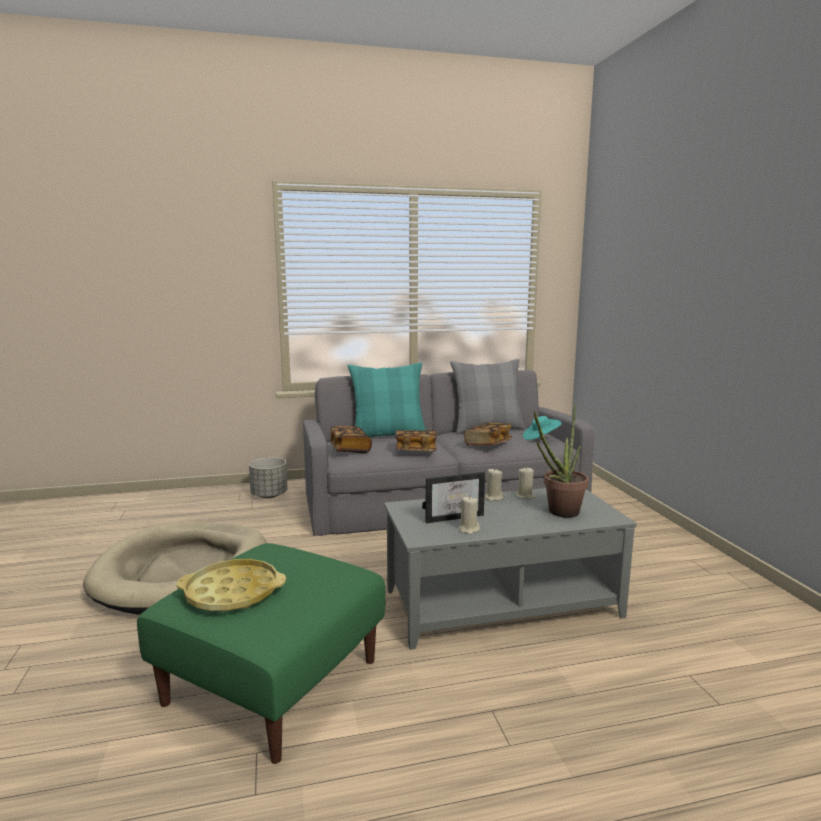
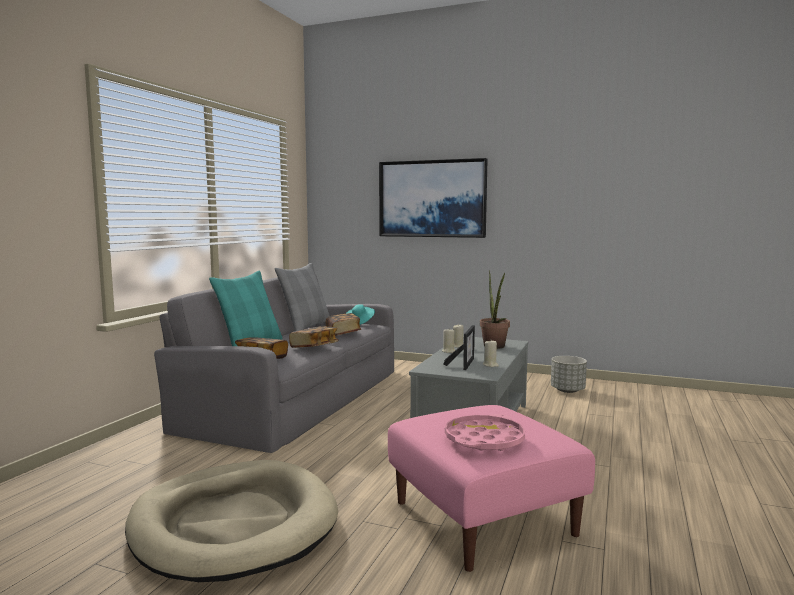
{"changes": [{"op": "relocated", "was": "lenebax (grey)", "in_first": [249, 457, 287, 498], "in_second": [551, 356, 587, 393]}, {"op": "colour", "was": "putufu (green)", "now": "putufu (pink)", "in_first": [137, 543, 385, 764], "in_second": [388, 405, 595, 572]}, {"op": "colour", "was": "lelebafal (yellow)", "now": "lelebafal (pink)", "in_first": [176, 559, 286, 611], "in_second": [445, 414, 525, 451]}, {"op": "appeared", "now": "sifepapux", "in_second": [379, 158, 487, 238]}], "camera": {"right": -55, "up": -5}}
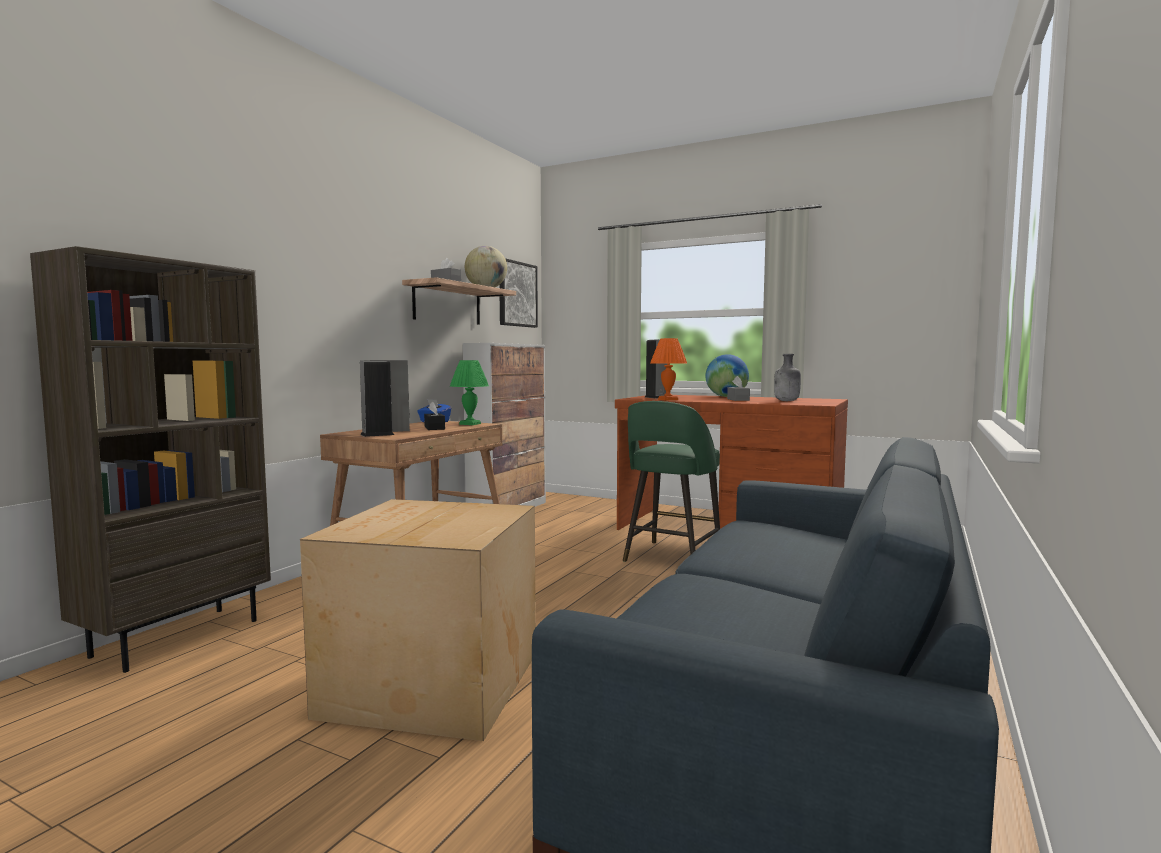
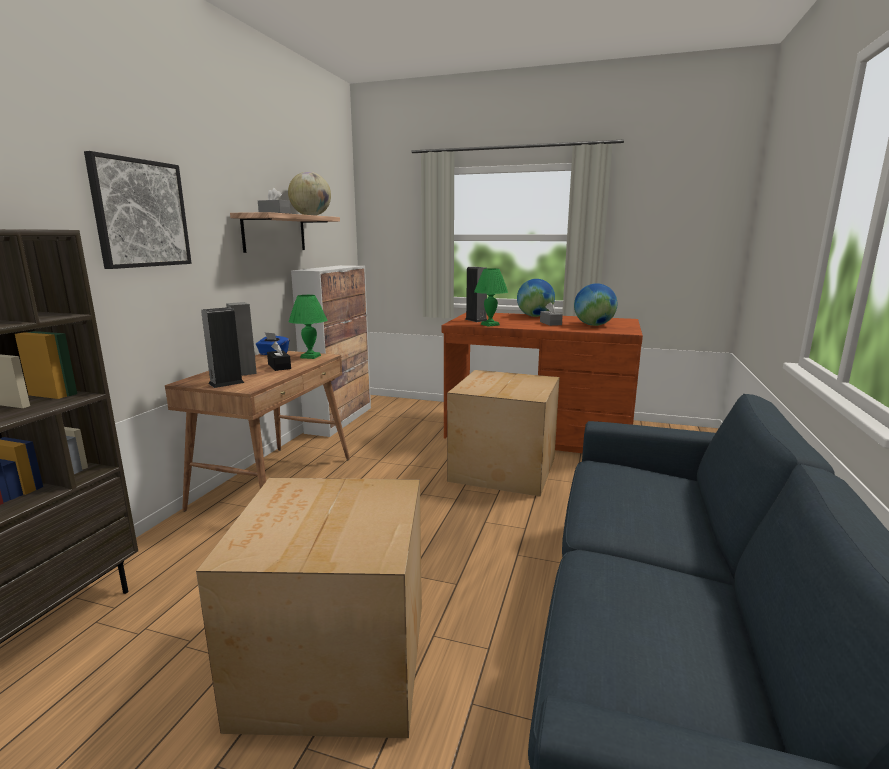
{"changes": [{"op": "relocated", "was": "sifepapux", "in_first": [499, 258, 538, 328], "in_second": [84, 151, 192, 269]}, {"op": "colour", "was": "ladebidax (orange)", "now": "ladebidax (green)", "in_first": [650, 338, 687, 400], "in_second": [474, 268, 508, 327]}, {"op": "exchanged", "was": "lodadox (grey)", "now": "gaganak", "in_first": [774, 354, 801, 401], "in_second": [574, 283, 618, 326]}, {"op": "exchanged", "was": "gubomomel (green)", "now": "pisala", "in_first": [623, 401, 720, 562], "in_second": [447, 370, 560, 496]}], "camera": {"right": -10, "up": 10}}
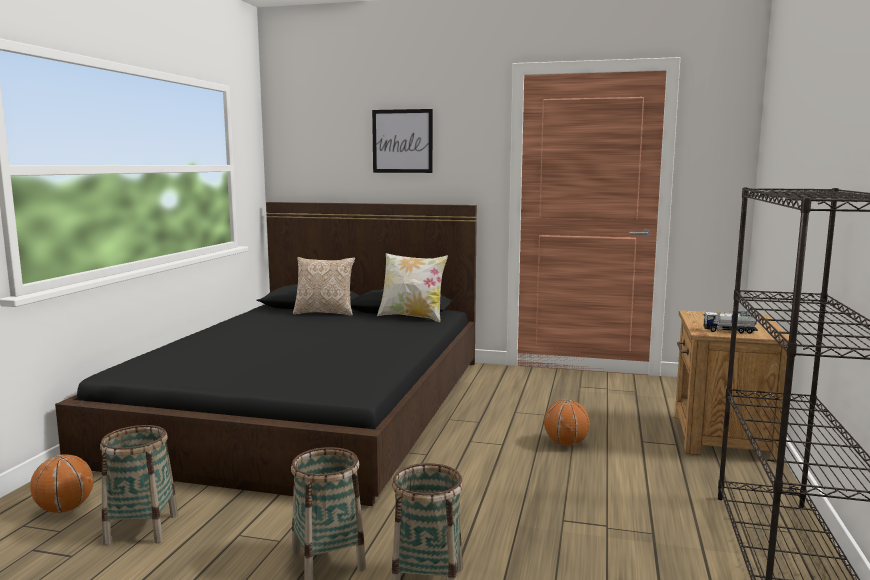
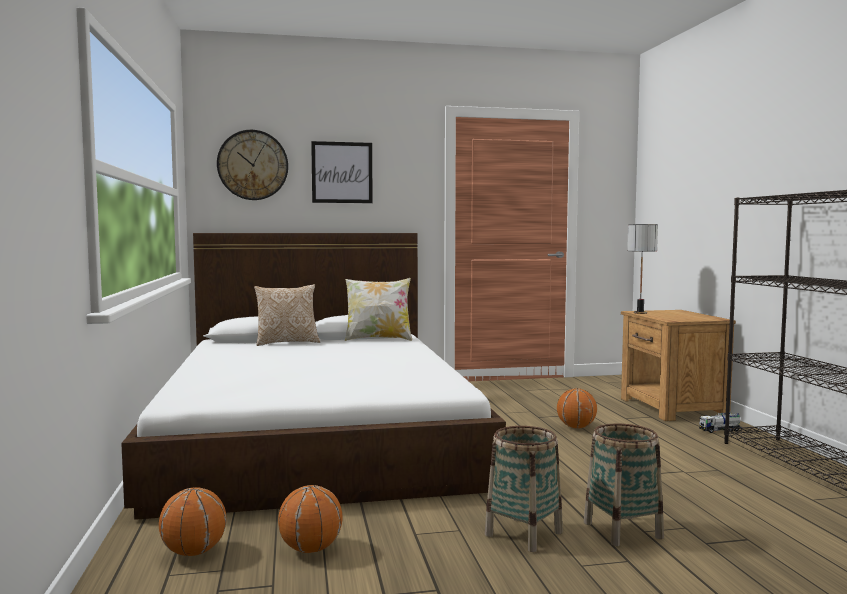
{"changes": [{"op": "colour", "was": "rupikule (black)", "now": "rupikule (white)", "in_first": [55, 202, 477, 506], "in_second": [121, 233, 506, 520]}, {"op": "relocated", "was": "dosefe", "in_first": [703, 311, 758, 334], "in_second": [699, 412, 741, 433]}, {"op": "exchanged", "was": "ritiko", "now": "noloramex", "in_first": [100, 425, 178, 545], "in_second": [278, 485, 343, 553]}, {"op": "appeared", "now": "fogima", "in_second": [217, 130, 288, 200]}, {"op": "appeared", "now": "ladebidax", "in_second": [627, 224, 658, 314]}], "camera": {"right": -25, "up": -5}}
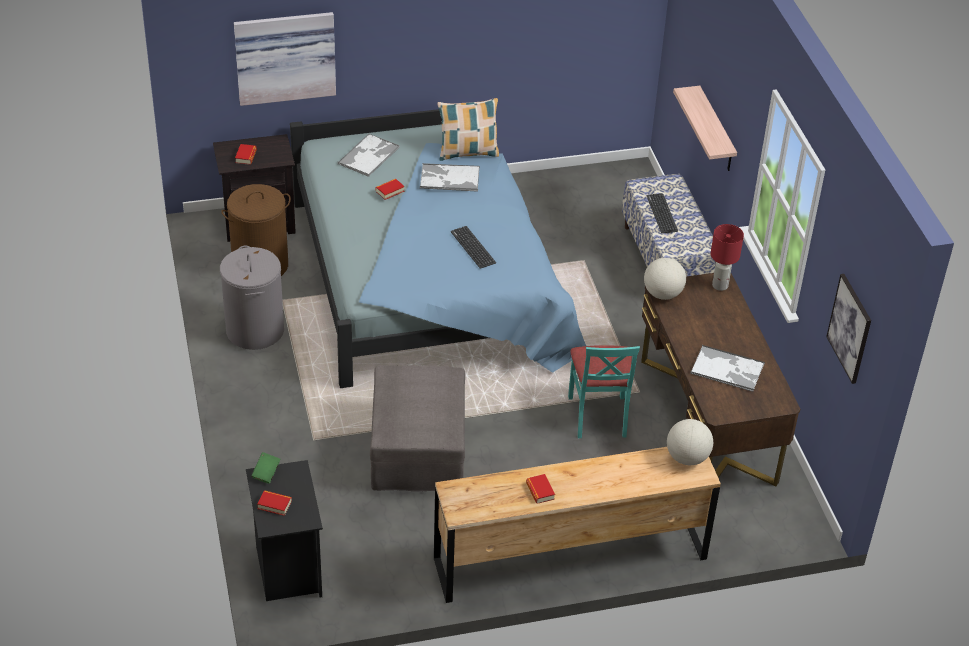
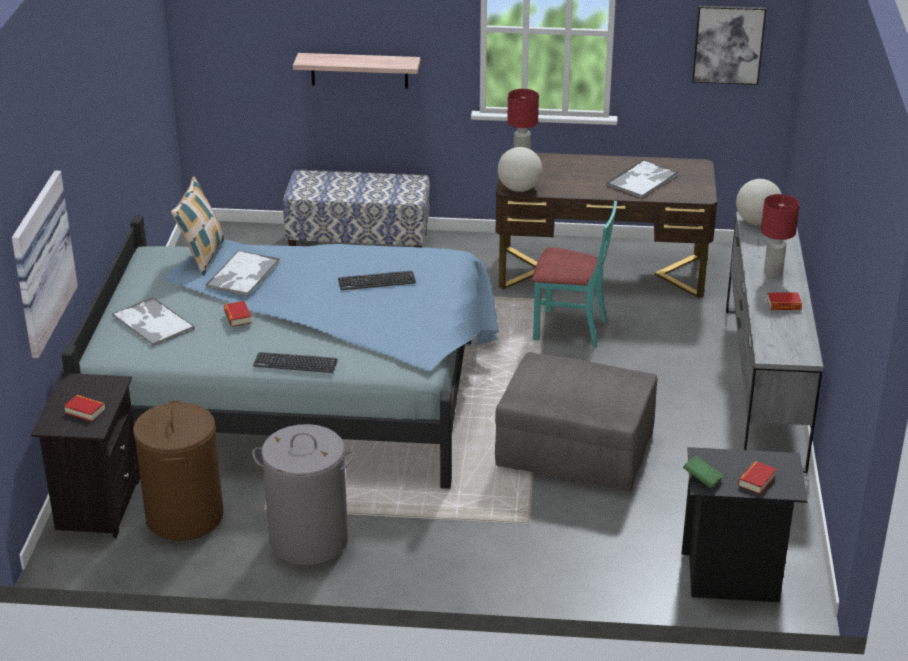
{"changes": [{"op": "relocated", "was": "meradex", "in_first": [647, 193, 678, 233], "in_second": [253, 352, 338, 373]}, {"op": "colour", "was": "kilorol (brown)", "now": "kilorol (grey)", "in_first": [434, 447, 721, 603], "in_second": [726, 212, 823, 473]}, {"op": "appeared", "now": "ladebidax (red)", "in_second": [761, 194, 800, 277]}], "camera": {"right": -70, "up": -10}}
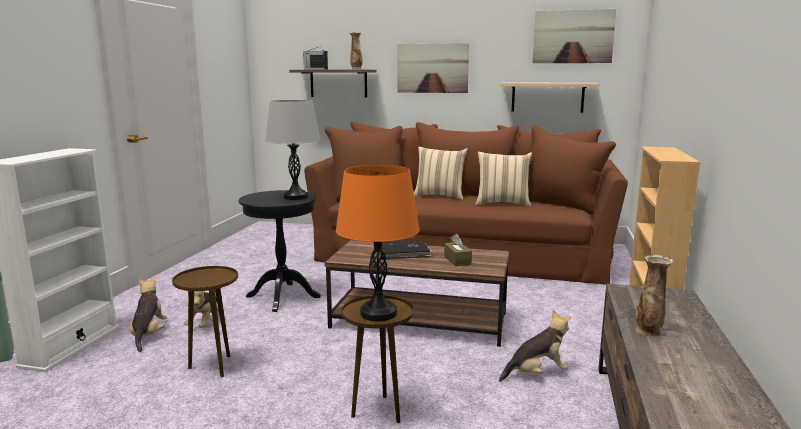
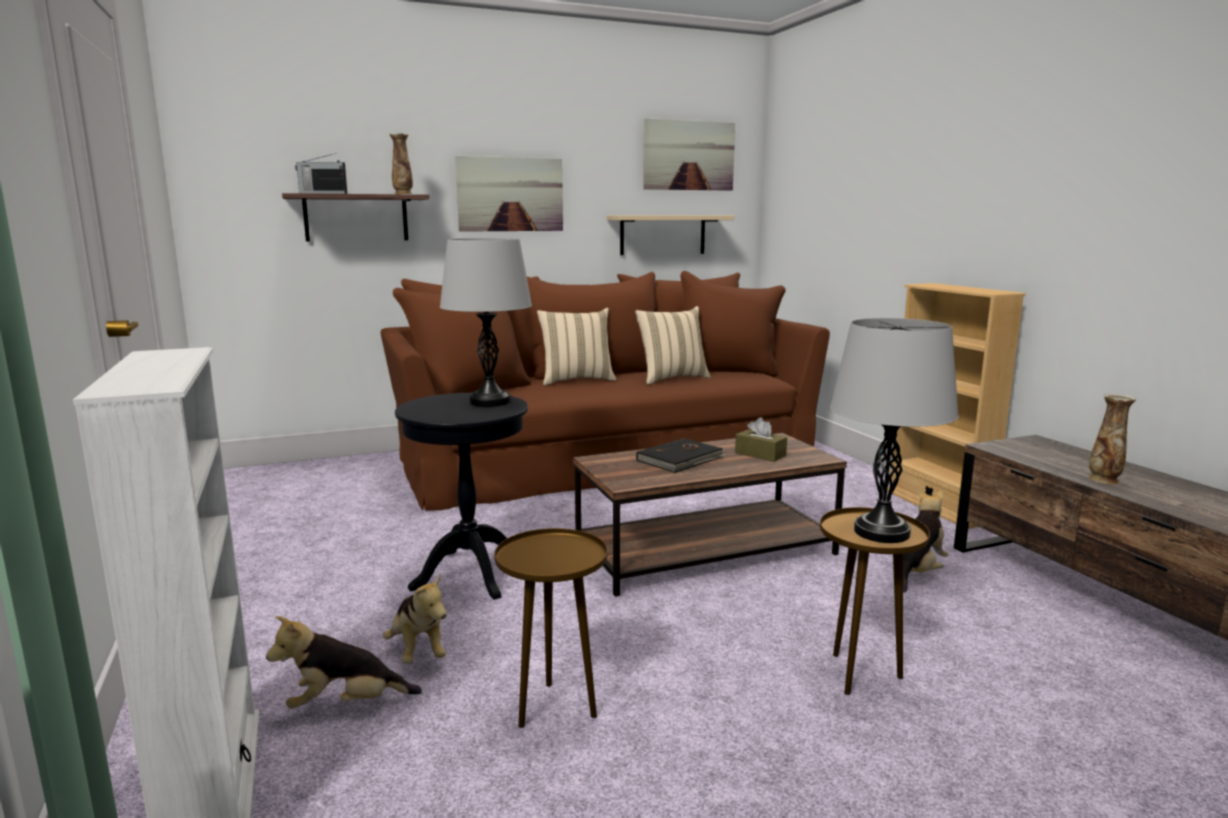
{"changes": [{"op": "colour", "was": "ladebidax (orange)", "now": "ladebidax (grey)", "in_first": [336, 165, 420, 321], "in_second": [830, 318, 959, 543]}, {"op": "spun", "was": "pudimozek", "in_first": [130, 276, 167, 352], "in_second": [266, 616, 422, 709], "clockwise": -60}], "camera": {"right": -35, "up": 0}}
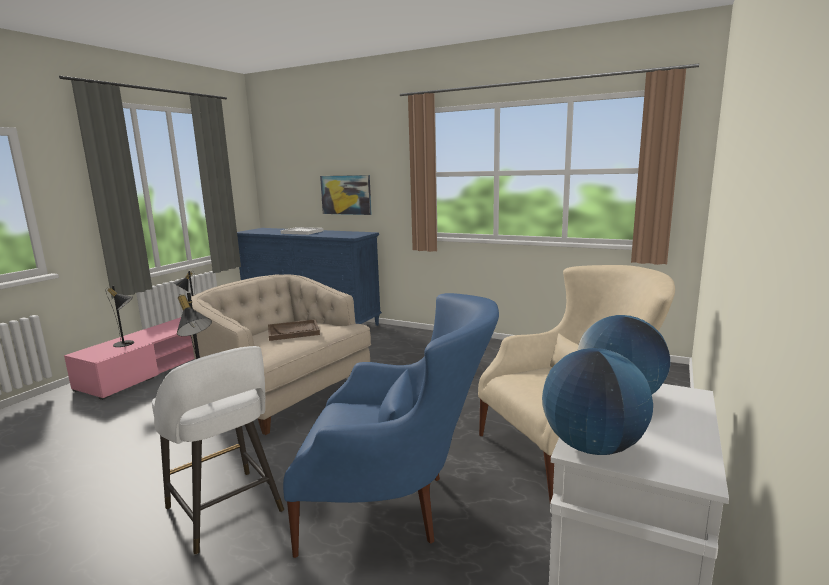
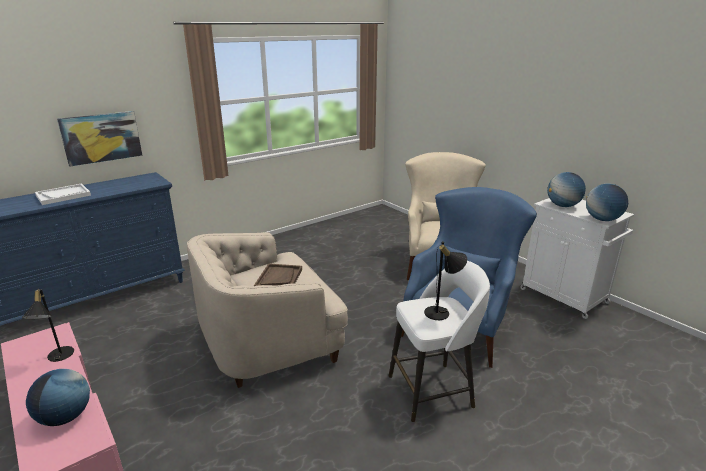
{"changes": [{"op": "exchanged", "was": "ladebidax (black)", "now": "gaganak", "in_first": [106, 286, 134, 347], "in_second": [26, 369, 90, 426]}], "camera": {"right": -65, "up": 10}}
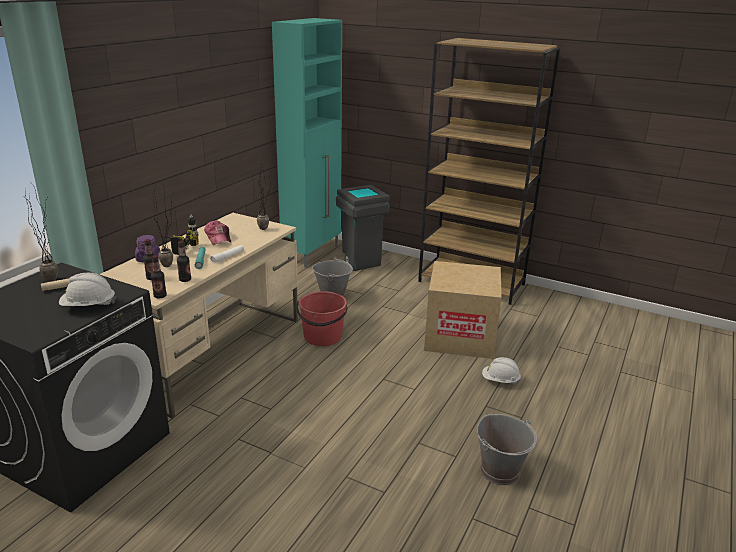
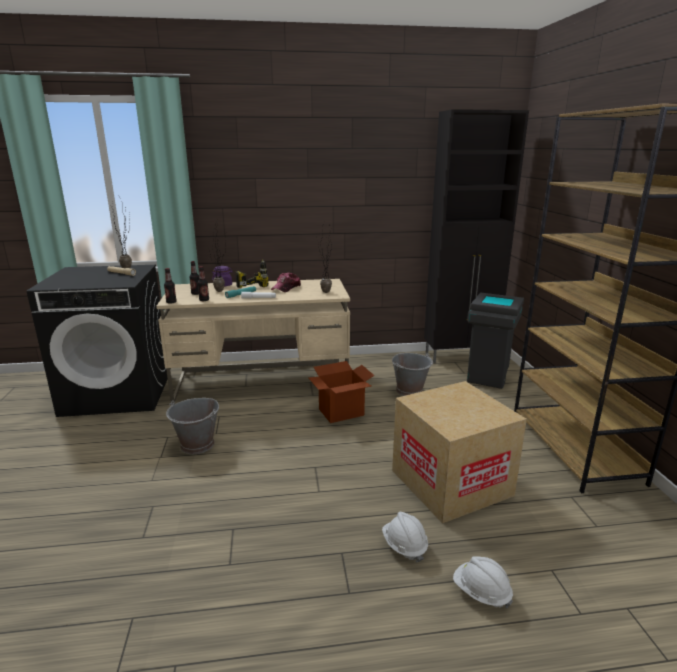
{"changes": [{"op": "colour", "was": "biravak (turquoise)", "now": "biravak (black)", "in_first": [272, 18, 342, 268], "in_second": [424, 109, 529, 363]}, {"op": "relocated", "was": "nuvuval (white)", "in_first": [59, 273, 116, 306], "in_second": [453, 556, 513, 608]}, {"op": "exchanged", "was": "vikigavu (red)", "now": "pisala", "in_first": [296, 291, 348, 346], "in_second": [309, 361, 374, 423]}, {"op": "relocated", "was": "vikigavu (grey)", "in_first": [477, 414, 537, 485], "in_second": [166, 398, 219, 454]}], "camera": {"right": 55, "up": -5}}
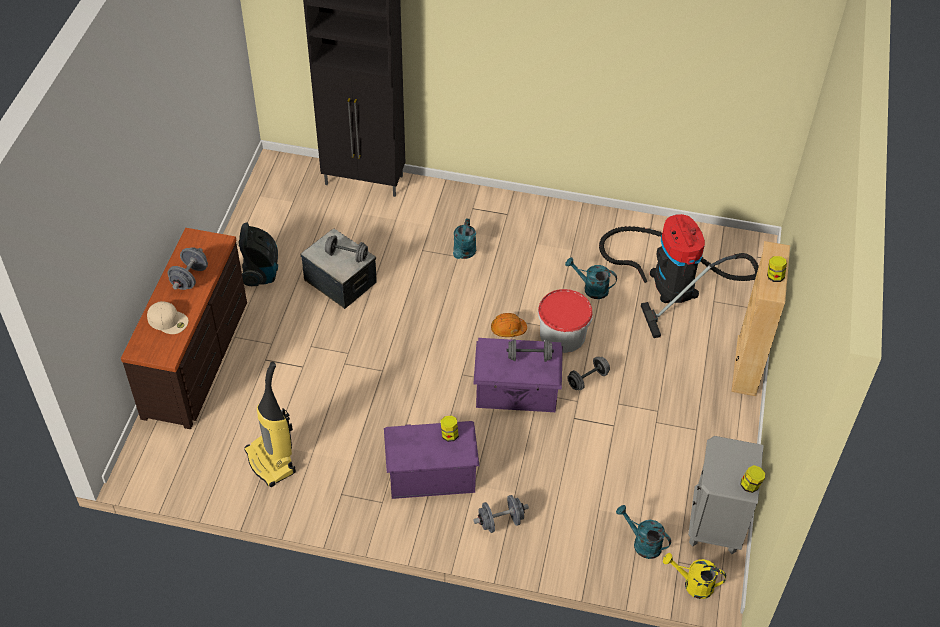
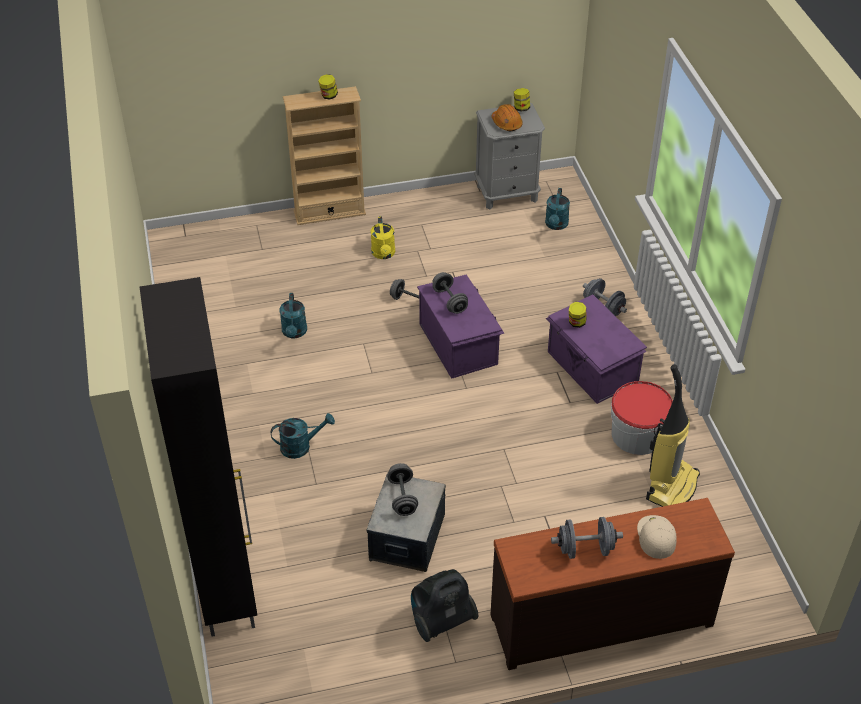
{"changes": [{"op": "missing", "was": "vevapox", "in_first": [599, 214, 759, 338]}, {"op": "relocated", "was": "vikigavu", "in_first": [538, 289, 593, 353], "in_second": [611, 381, 673, 455]}, {"op": "relocated", "was": "nuvuval (orange)", "in_first": [491, 313, 527, 337], "in_second": [492, 104, 523, 131]}, {"op": "relocated", "was": "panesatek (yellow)", "in_first": [663, 553, 726, 599], "in_second": [371, 216, 395, 259]}], "camera": {"right": -115, "up": -5}}
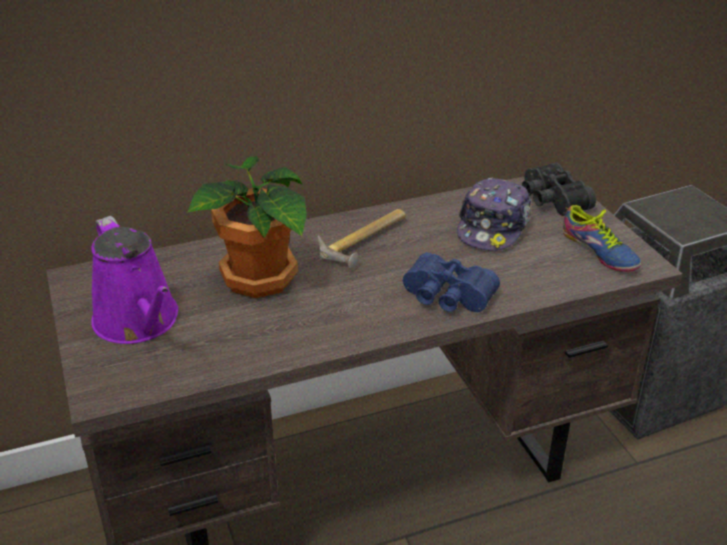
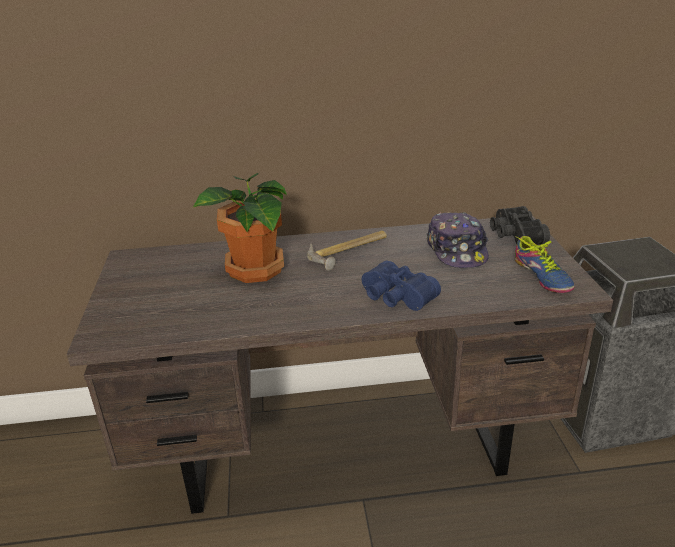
{"changes": [{"op": "spun", "was": "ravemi", "in_first": [457, 177, 531, 251], "in_second": [426, 212, 489, 268], "clockwise": -45}, {"op": "missing", "was": "panesatek (purple)", "in_first": [91, 216, 178, 344]}], "camera": {"right": 15, "up": -5}}
